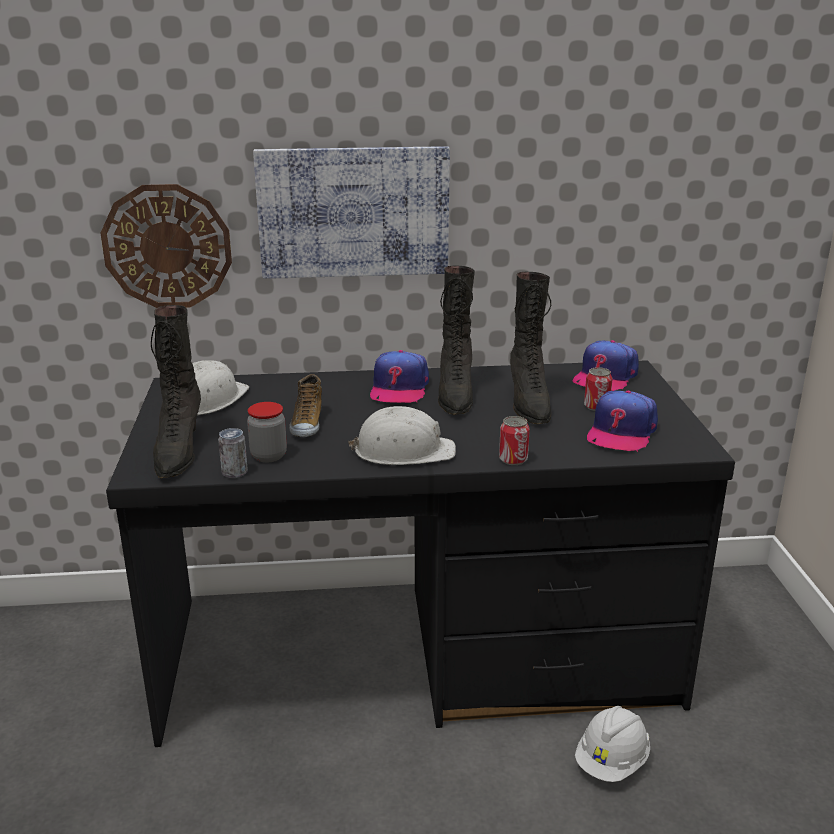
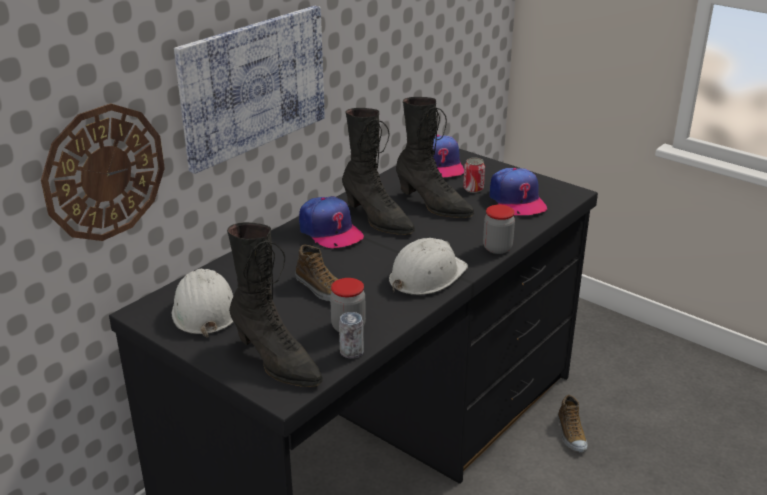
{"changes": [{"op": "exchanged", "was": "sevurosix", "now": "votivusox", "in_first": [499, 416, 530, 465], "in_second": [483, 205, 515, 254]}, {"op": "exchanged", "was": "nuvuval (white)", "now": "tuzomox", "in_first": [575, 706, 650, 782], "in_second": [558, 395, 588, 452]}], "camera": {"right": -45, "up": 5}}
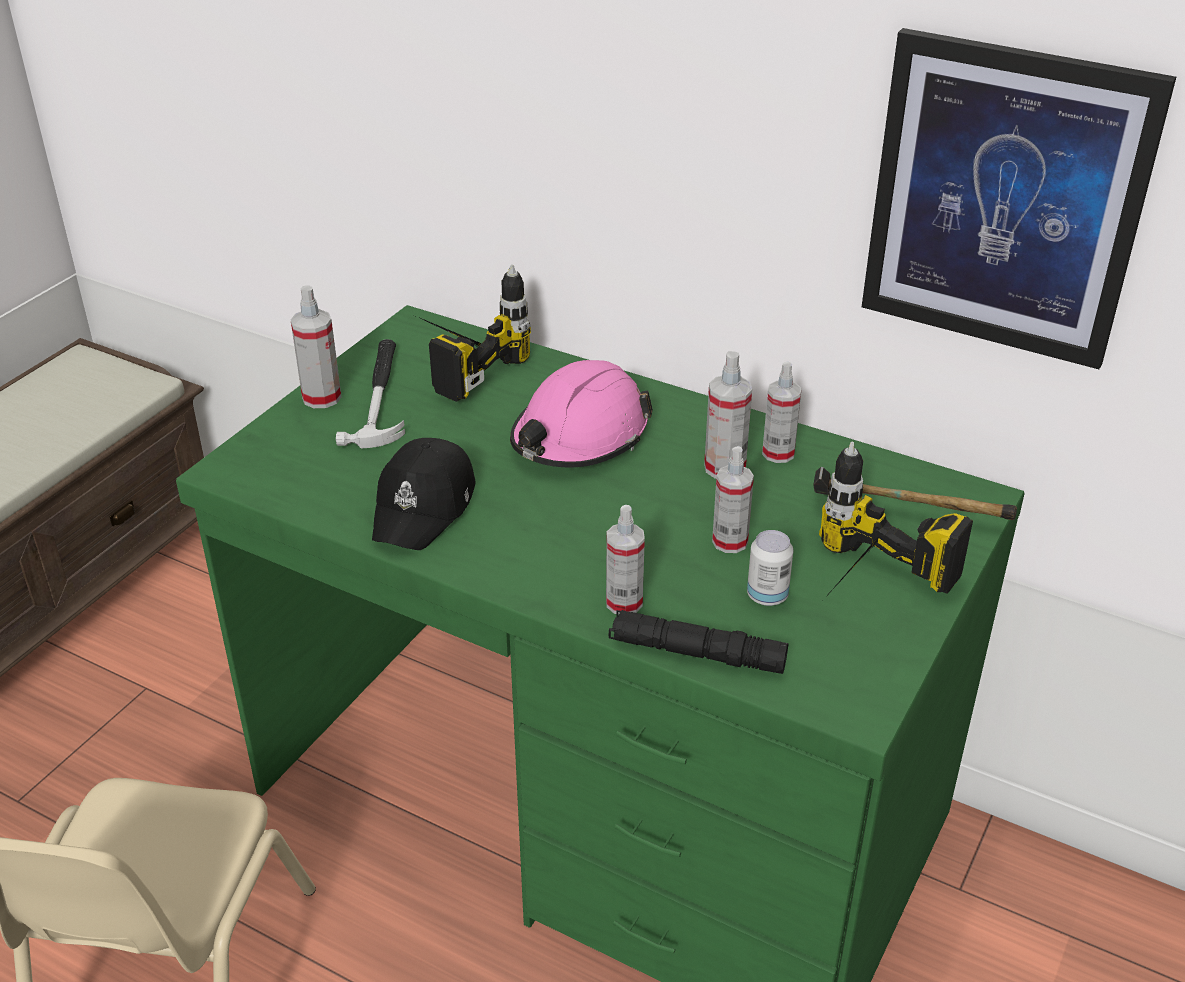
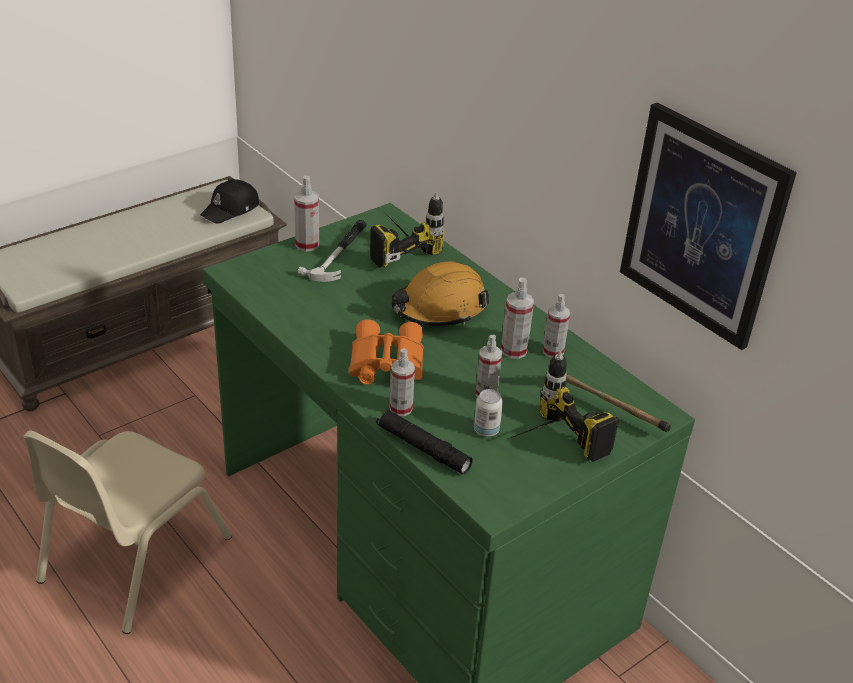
{"changes": [{"op": "colour", "was": "nuvuval (pink)", "now": "nuvuval (orange)", "in_first": [510, 360, 653, 467], "in_second": [392, 261, 489, 326]}, {"op": "relocated", "was": "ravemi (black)", "in_first": [372, 438, 476, 550], "in_second": [200, 179, 259, 224]}, {"op": "appeared", "now": "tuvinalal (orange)", "in_second": [349, 319, 424, 384]}], "camera": {"right": 20, "up": 0}}
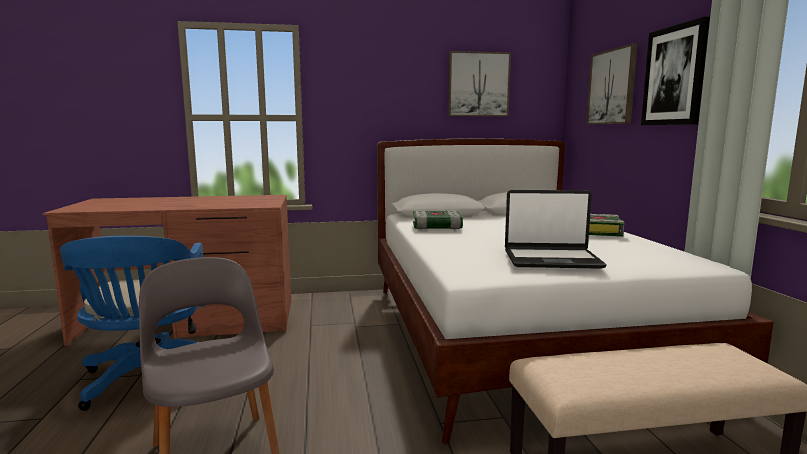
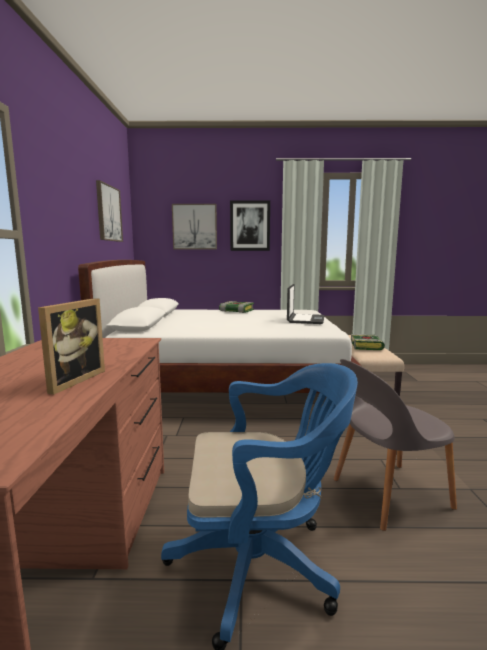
{"changes": [{"op": "relocated", "was": "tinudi", "in_first": [413, 210, 463, 230], "in_second": [351, 334, 385, 350]}, {"op": "appeared", "now": "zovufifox", "in_second": [38, 298, 105, 395]}], "camera": {"right": -80, "up": 0}}
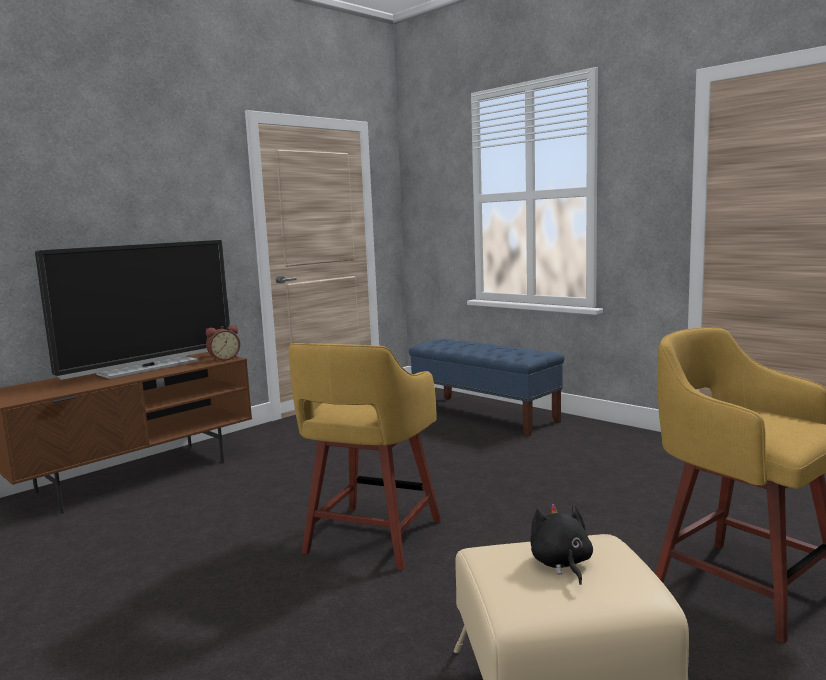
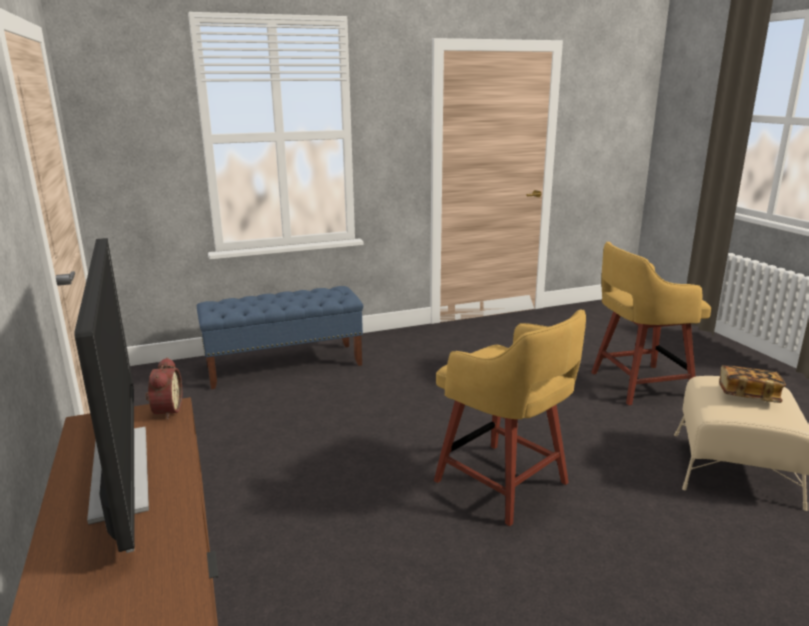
{"changes": [{"op": "exchanged", "was": "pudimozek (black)", "now": "tinudi", "in_first": [530, 504, 593, 585], "in_second": [719, 365, 786, 403]}], "camera": {"right": -65, "up": 10}}
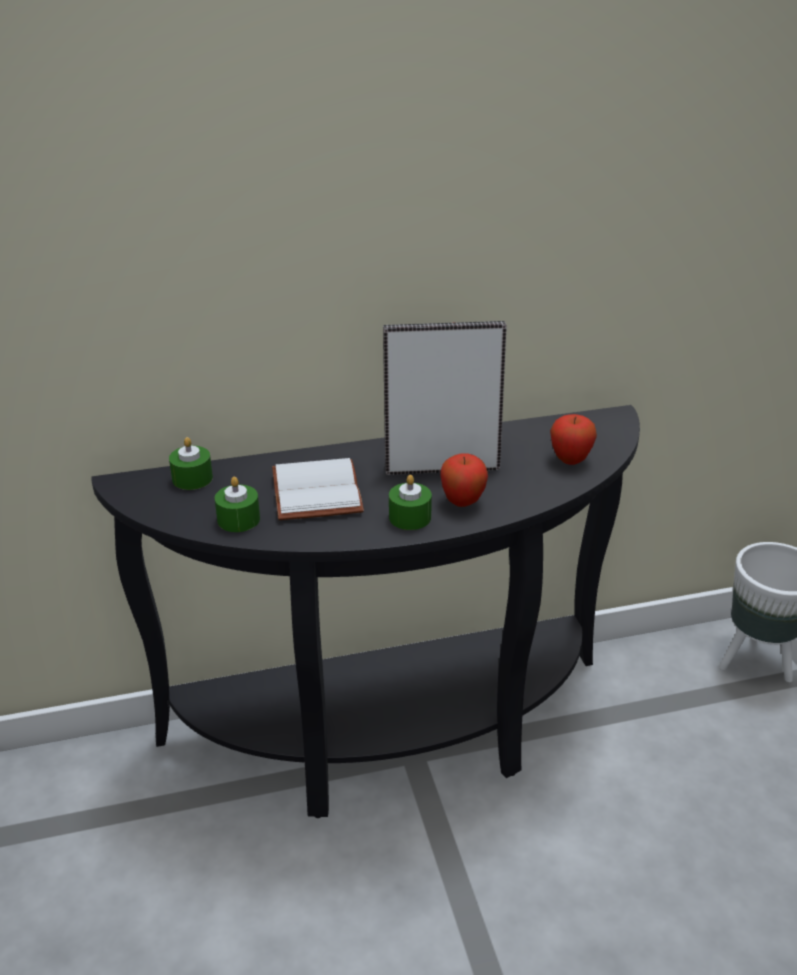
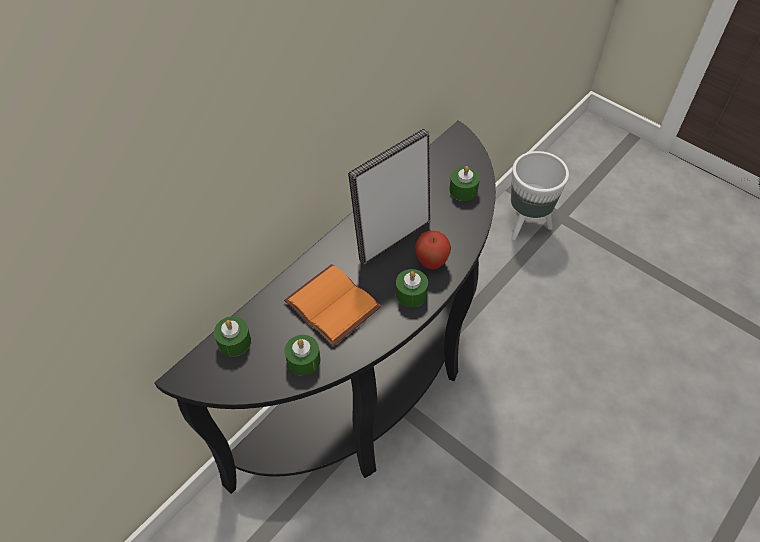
{"changes": [{"op": "exchanged", "was": "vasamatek", "now": "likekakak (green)", "in_first": [550, 414, 597, 465], "in_second": [449, 166, 480, 201]}, {"op": "colour", "was": "tinudi (white)", "now": "tinudi (orange)", "in_first": [272, 458, 364, 520], "in_second": [284, 264, 381, 346]}], "camera": {"right": -35, "up": 20}}
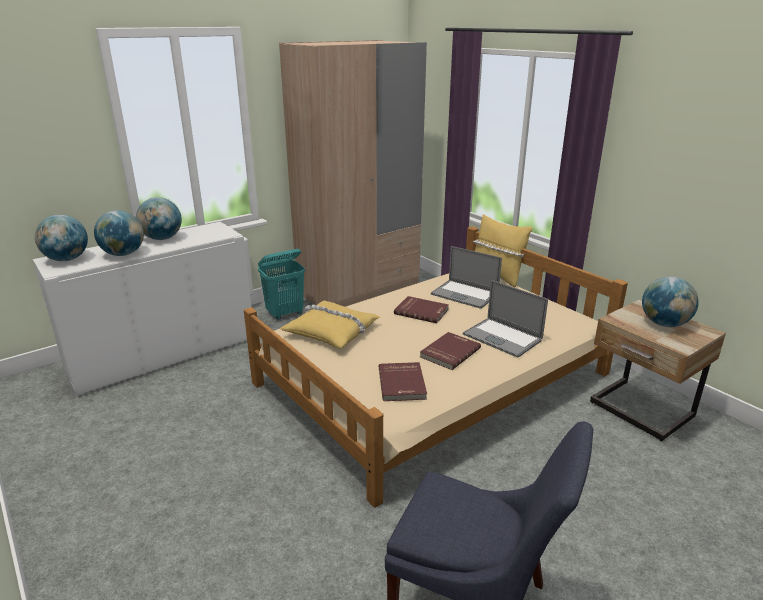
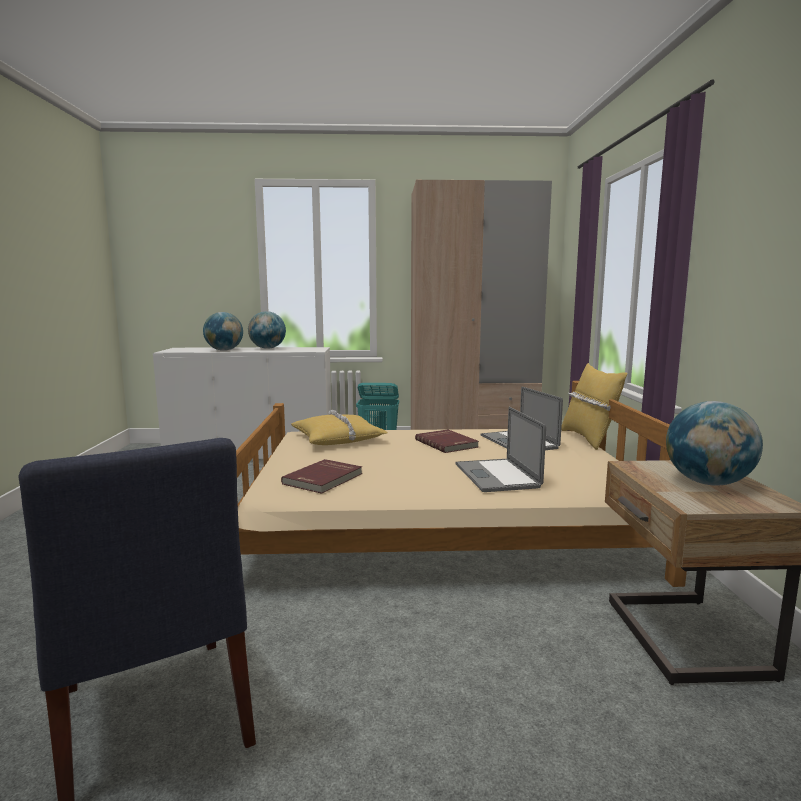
{"changes": [{"op": "missing", "was": "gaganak", "in_first": [35, 215, 88, 261]}, {"op": "missing", "was": "tinudi (red)", "in_first": [420, 332, 481, 370]}], "camera": {"right": 35, "up": -15}}
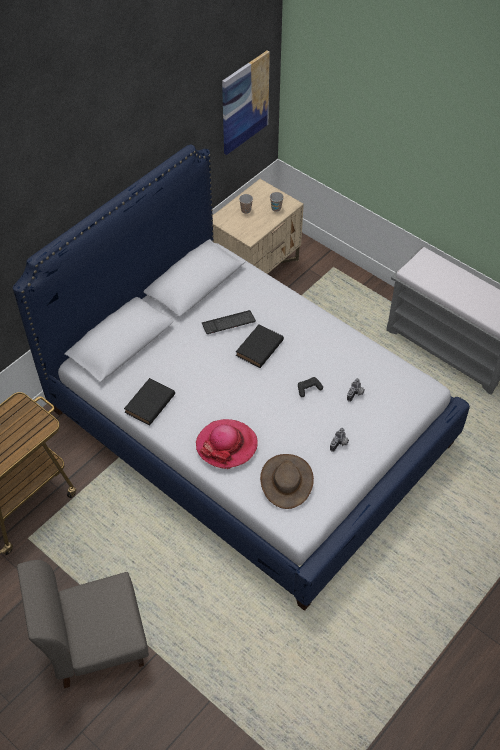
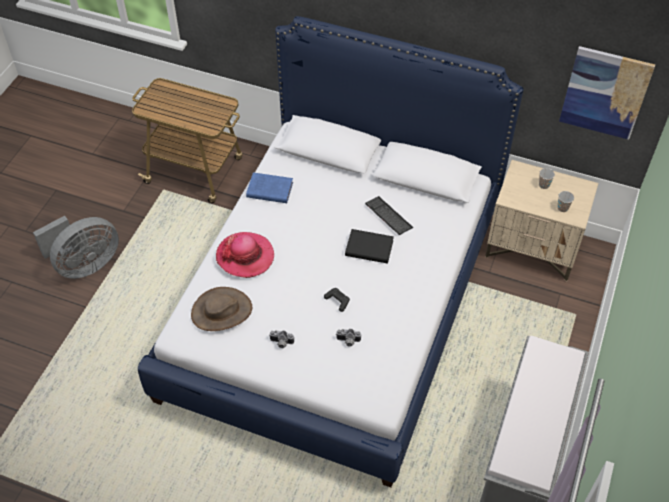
{"changes": [{"op": "colour", "was": "tinudi (black)", "now": "tinudi (blue)", "in_first": [124, 378, 175, 425], "in_second": [246, 172, 293, 203]}, {"op": "exchanged", "was": "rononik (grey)", "now": "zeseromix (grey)", "in_first": [17, 560, 149, 688], "in_second": [33, 216, 119, 279]}], "camera": {"right": 70, "up": 0}}
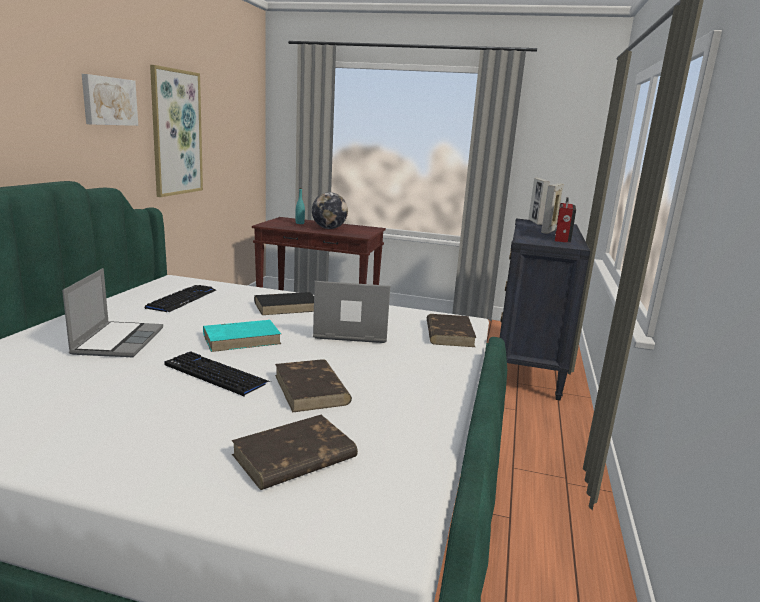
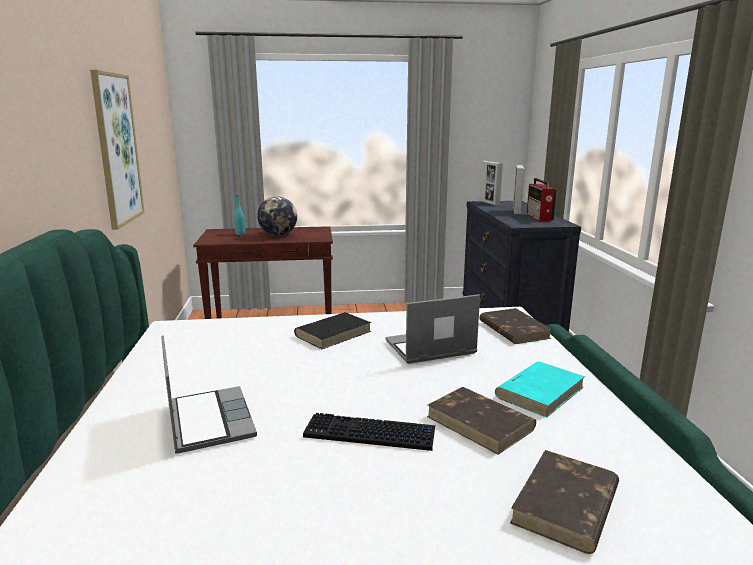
{"changes": [{"op": "missing", "was": "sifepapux", "in_first": [82, 74, 138, 126]}, {"op": "missing", "was": "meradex", "in_first": [145, 285, 216, 312]}, {"op": "relocated", "was": "tinudi (turquoise)", "in_first": [203, 320, 281, 352], "in_second": [495, 361, 585, 418]}], "camera": {"right": -20, "up": 0}}
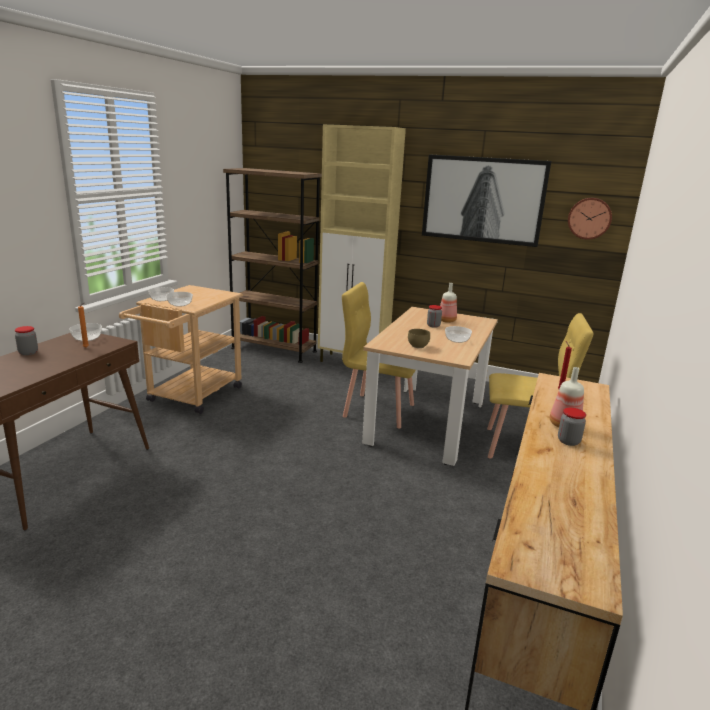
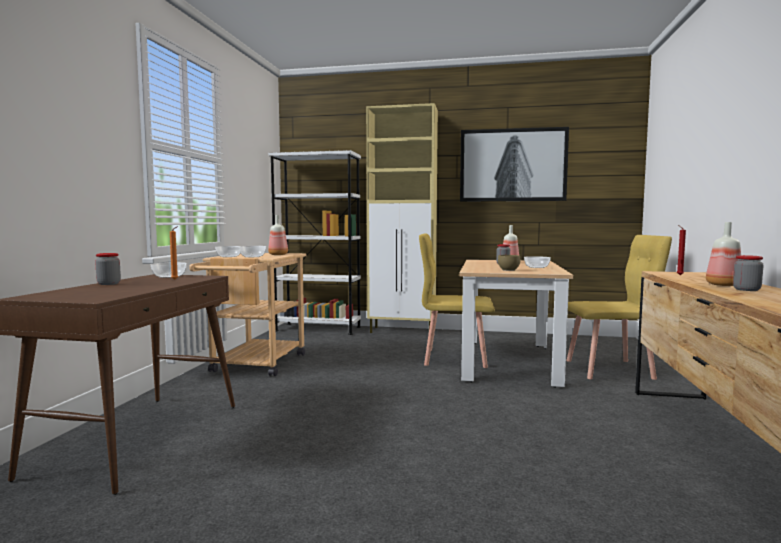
{"changes": [{"op": "colour", "was": "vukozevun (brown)", "now": "vukozevun (white)", "in_first": [223, 168, 322, 363], "in_second": [268, 150, 361, 335]}, {"op": "missing", "was": "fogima", "in_first": [568, 198, 612, 240]}, {"op": "appeared", "now": "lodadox", "in_second": [268, 215, 288, 255]}], "camera": {"right": -10, "up": -15}}
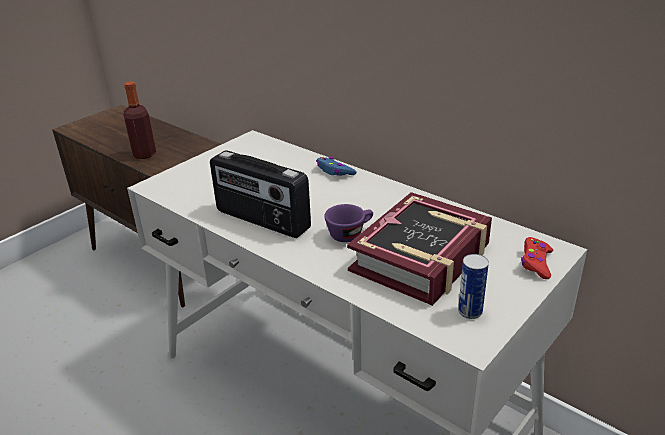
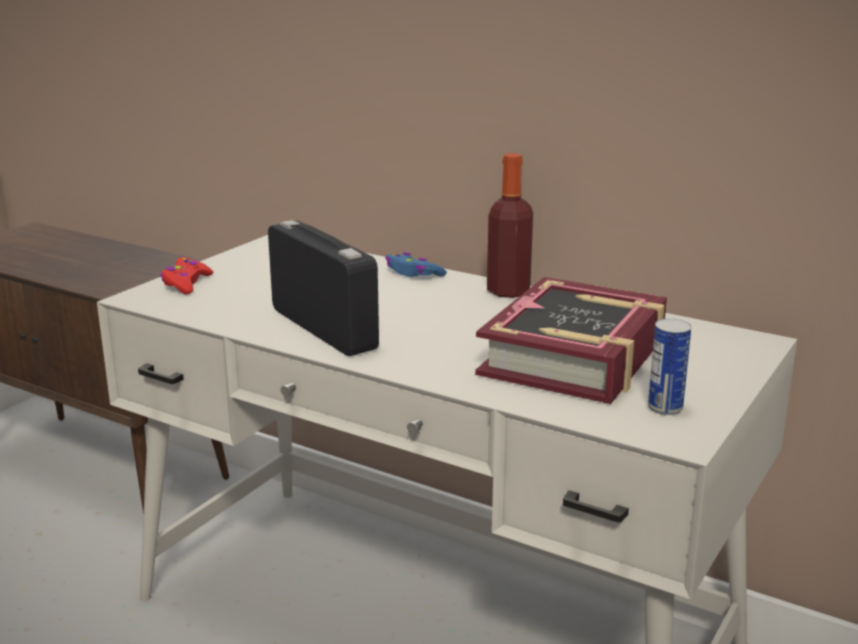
{"changes": [{"op": "relocated", "was": "lodadox", "in_first": [124, 81, 156, 159], "in_second": [487, 153, 533, 298]}, {"op": "spun", "was": "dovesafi", "in_first": [210, 151, 311, 238], "in_second": [268, 220, 379, 356], "clockwise": -150}, {"op": "missing", "was": "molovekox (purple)", "in_first": [324, 204, 373, 242]}, {"op": "relocated", "was": "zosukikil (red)", "in_first": [521, 237, 553, 279], "in_second": [160, 257, 213, 294]}], "camera": {"right": -10, "up": -10}}
